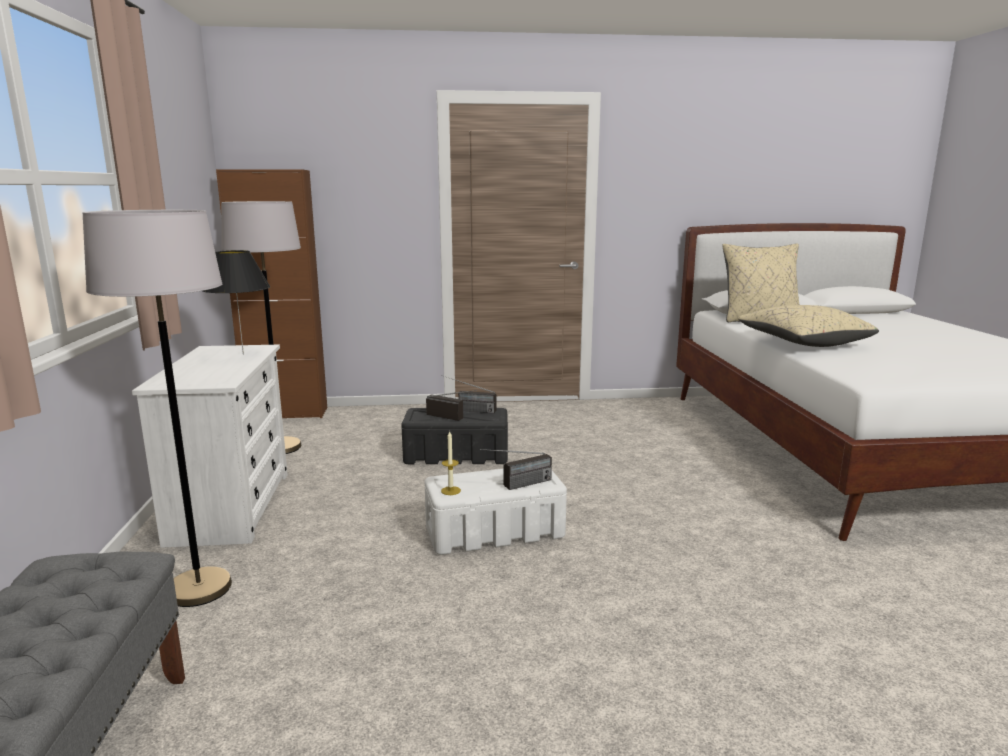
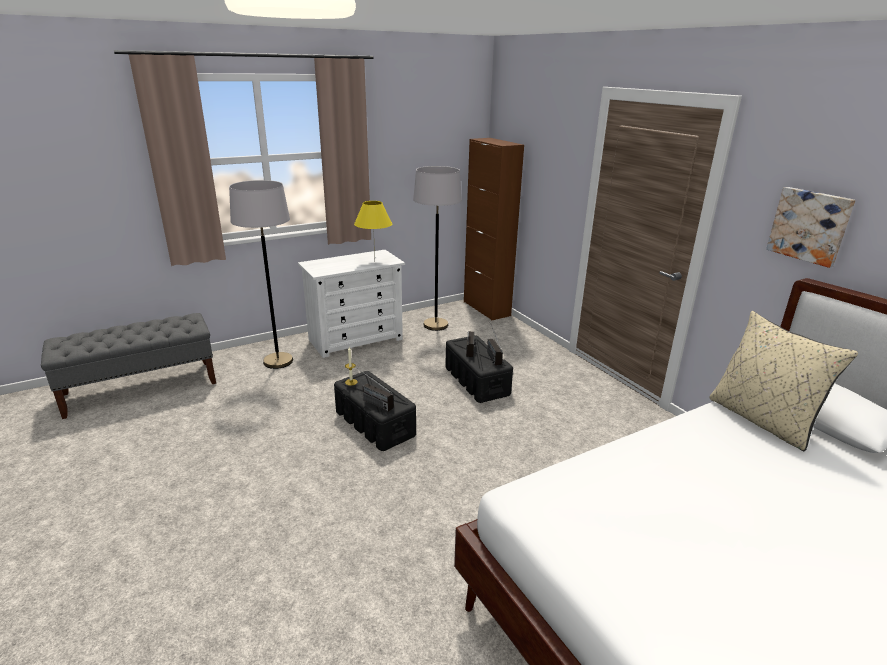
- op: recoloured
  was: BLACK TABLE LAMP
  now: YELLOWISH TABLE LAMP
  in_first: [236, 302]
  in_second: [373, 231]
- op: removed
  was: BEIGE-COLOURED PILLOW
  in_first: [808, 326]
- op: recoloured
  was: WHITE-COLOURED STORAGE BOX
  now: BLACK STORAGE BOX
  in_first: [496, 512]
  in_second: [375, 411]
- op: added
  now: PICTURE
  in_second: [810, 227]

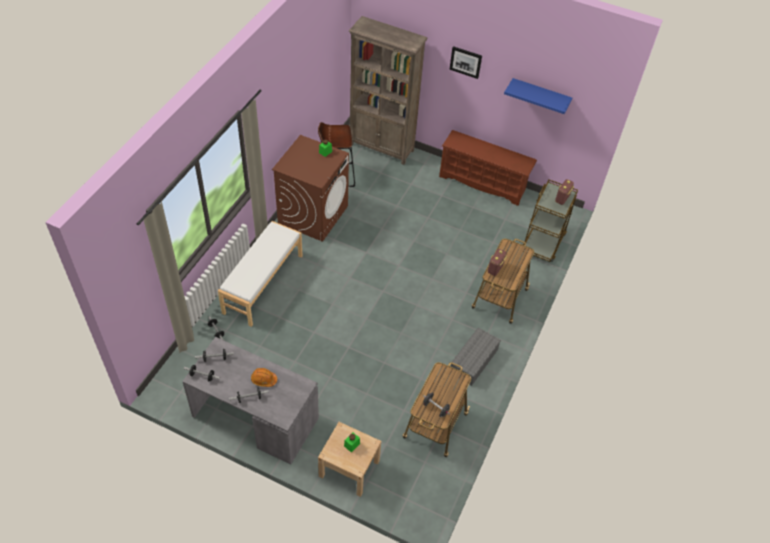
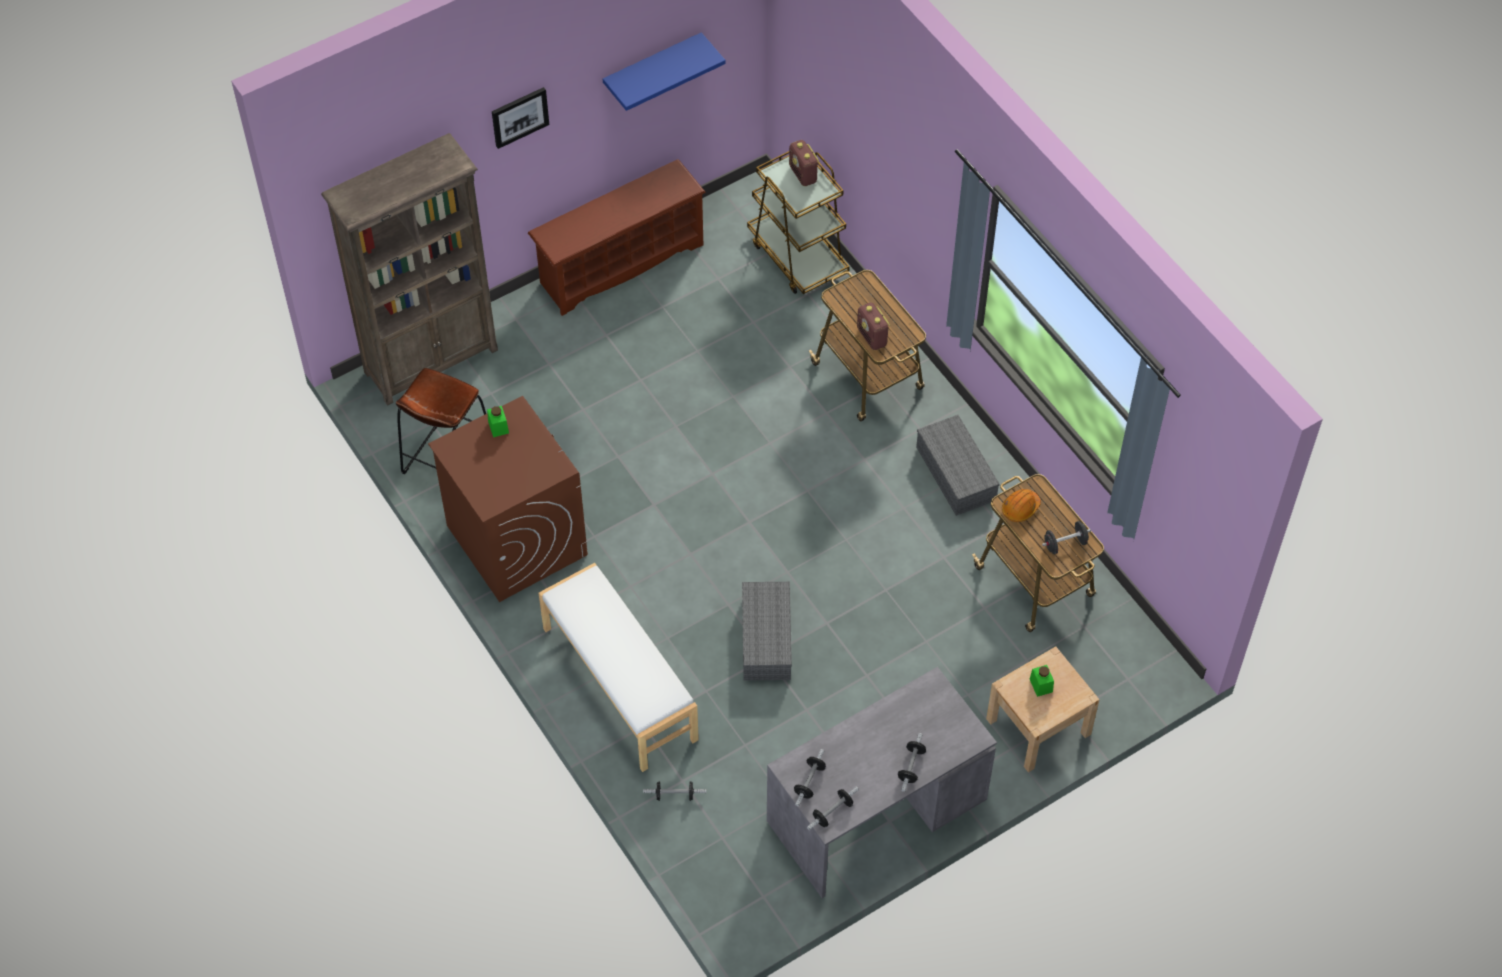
- op: moved
  was: ORANGEY WORK HELMET
  in_first: [264, 377]
  in_second: [1021, 505]
- op: added
  now: GREY STORAGE BOX
  in_second: [767, 631]

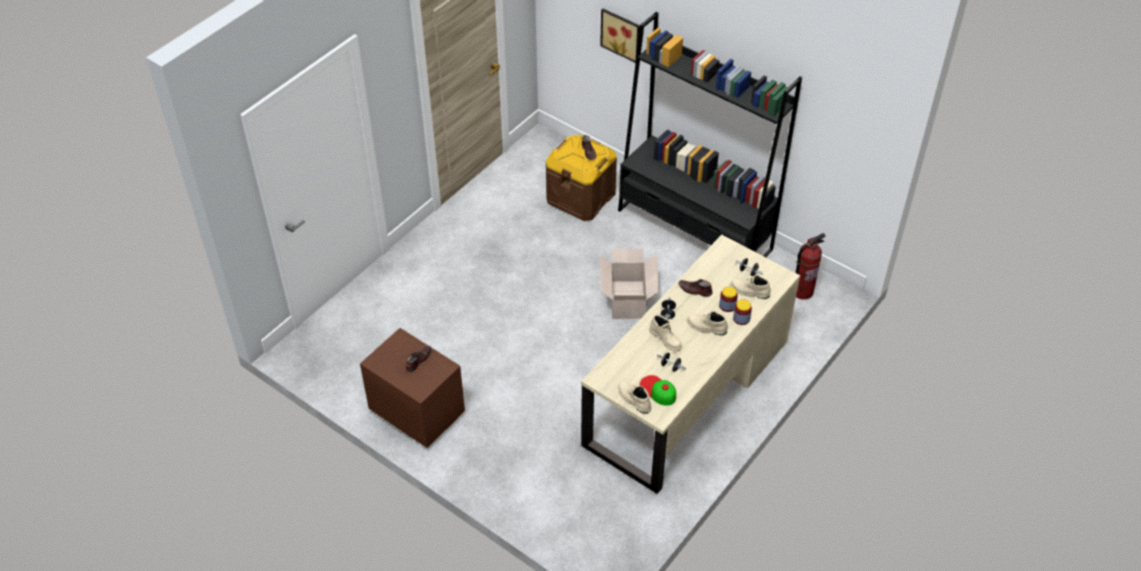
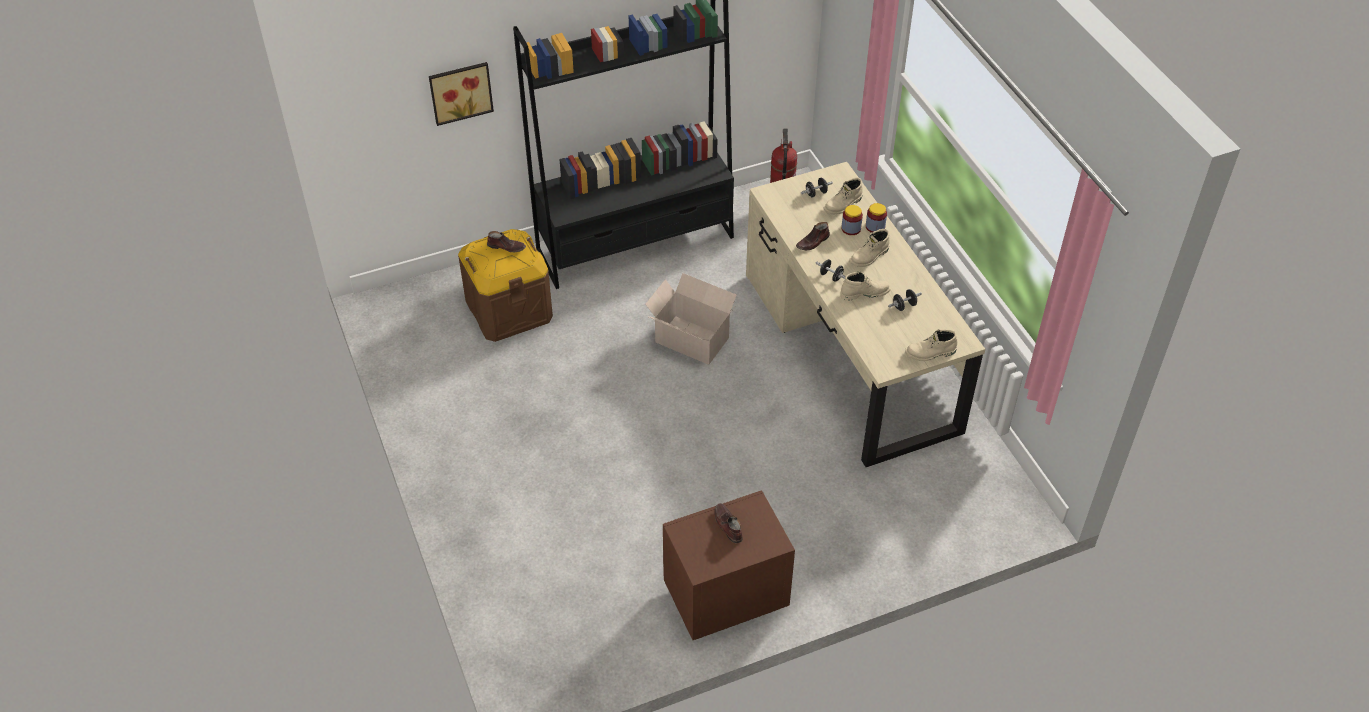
- op: removed
  was: PEAKED CAP
  in_first: [657, 390]

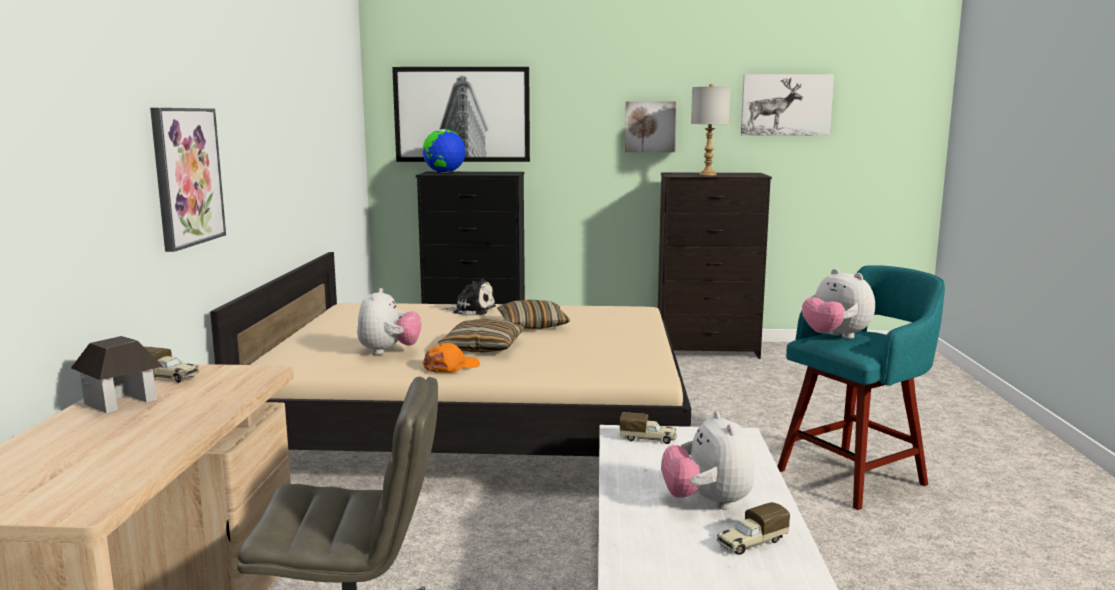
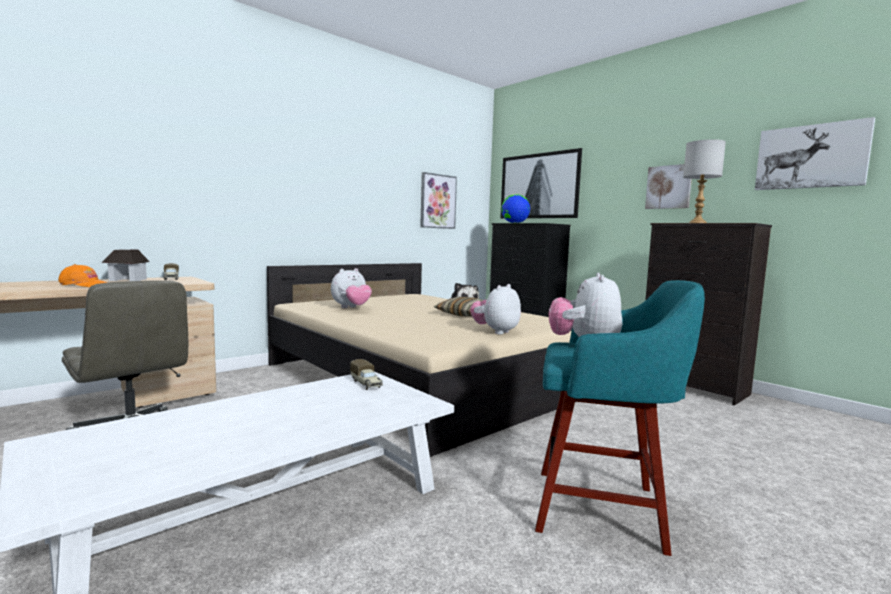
- op: moved
  was: PICTURE
  in_first: [188, 180]
  in_second: [438, 200]
- op: removed
  was: PILLOW
  in_first: [481, 335]
- op: moved
  was: ORANGEY PEAKED CAP
  in_first: [451, 358]
  in_second: [83, 275]
- op: moved
  was: CUDDLY TOY
  in_first: [707, 460]
  in_second: [495, 309]
- op: removed
  was: MODEL TRUCK
  in_first: [753, 528]

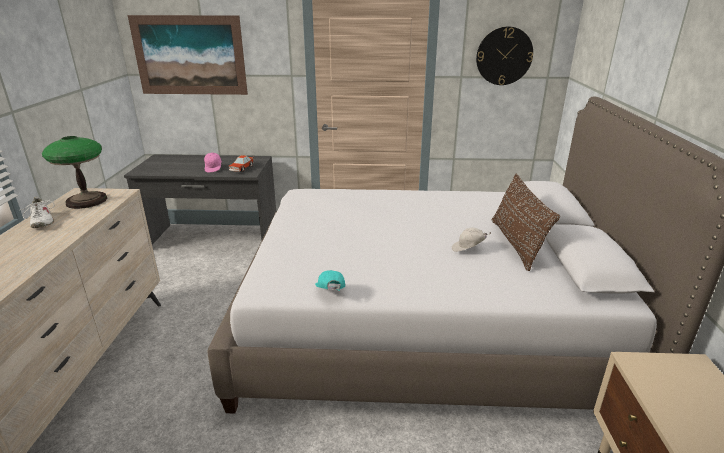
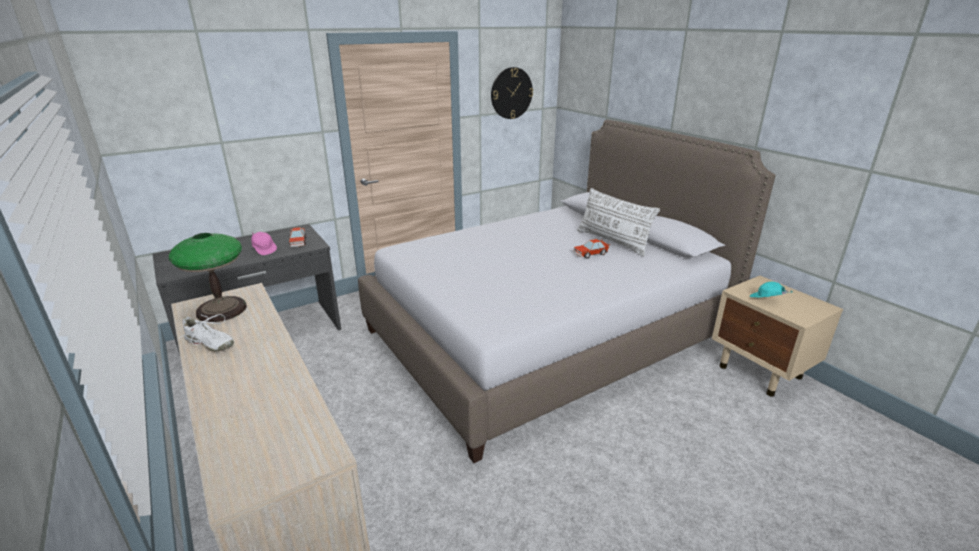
- op: removed
  was: PICTURE
  in_first: [188, 55]
- op: recoloured
  was: BROWNISH PILLOW
  now: WHITE-COLOURED PILLOW
  in_first: [526, 222]
  in_second: [618, 222]
- op: replaced
  was: WHITE-COLOURED PEAKED CAP
  now: MODEL CAR
  in_first: [471, 240]
  in_second: [591, 249]
- op: moved
  was: BLUE-GREEN PEAKED CAP
  in_first: [330, 280]
  in_second: [771, 289]

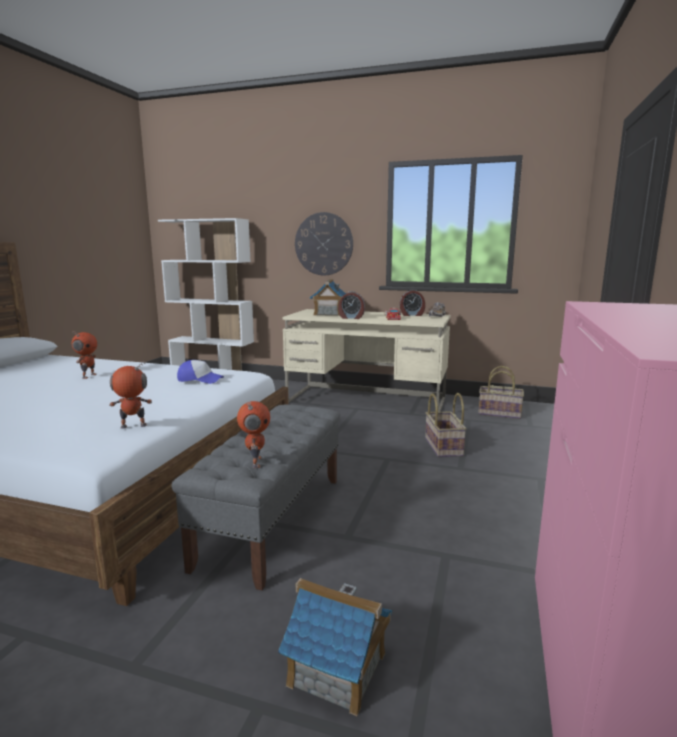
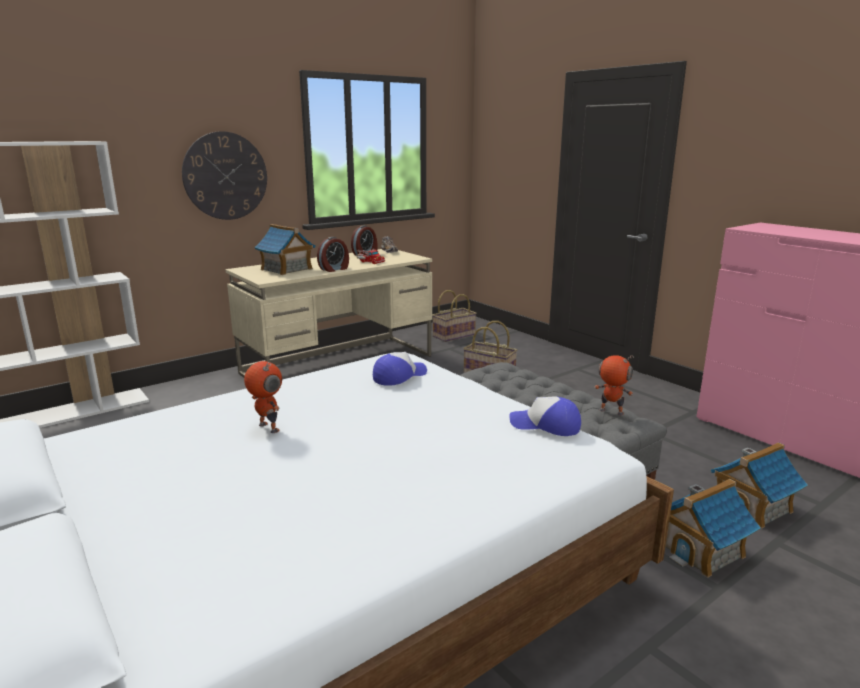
- op: replaced
  was: TOY ROBOT
  now: PEAKED CAP
  in_first: [130, 395]
  in_second: [545, 416]
- op: added
  now: MINIATURE HOUSE
  in_second: [713, 528]

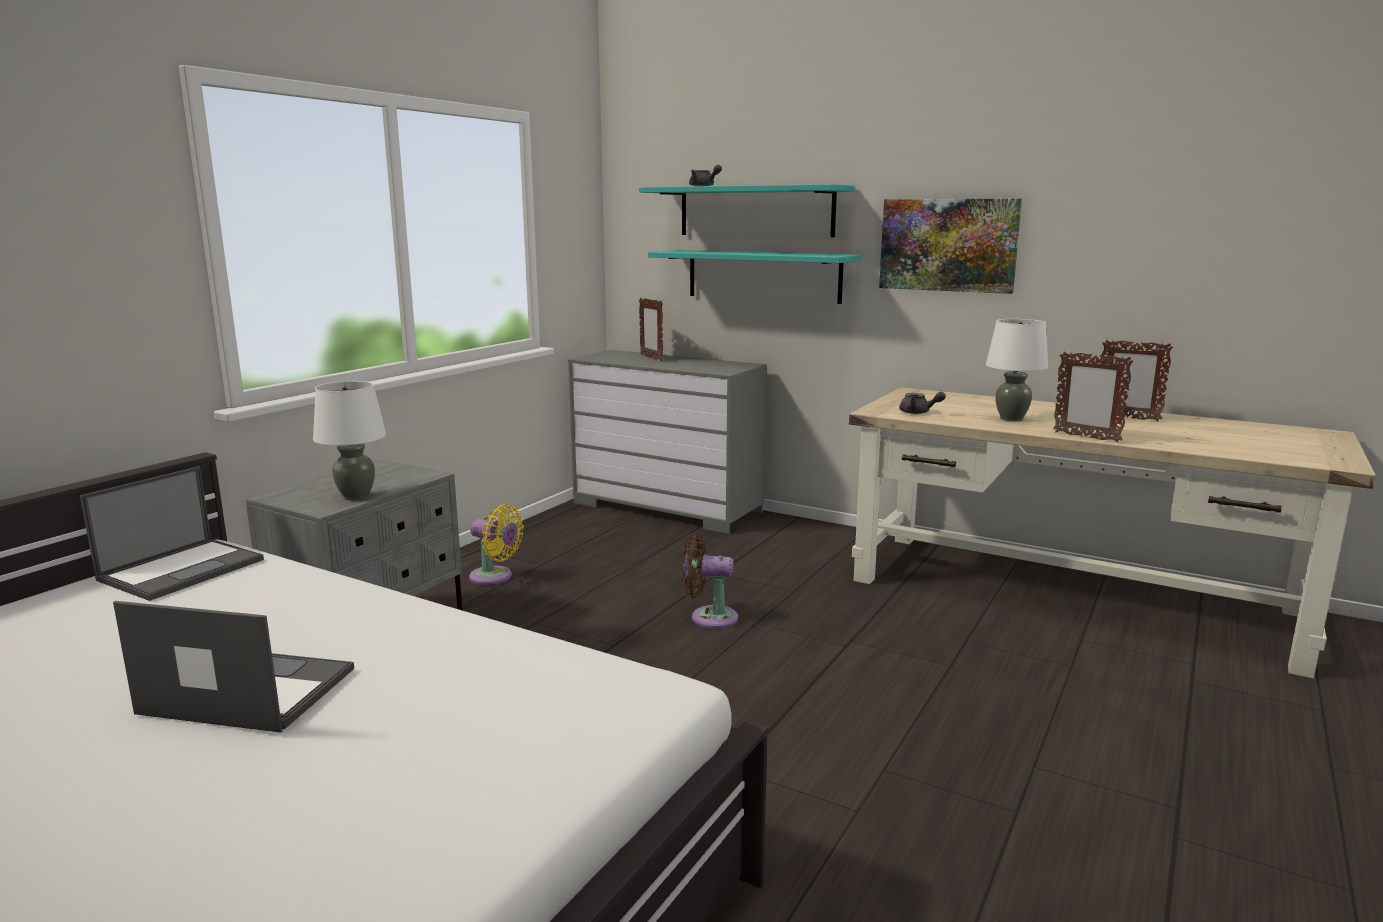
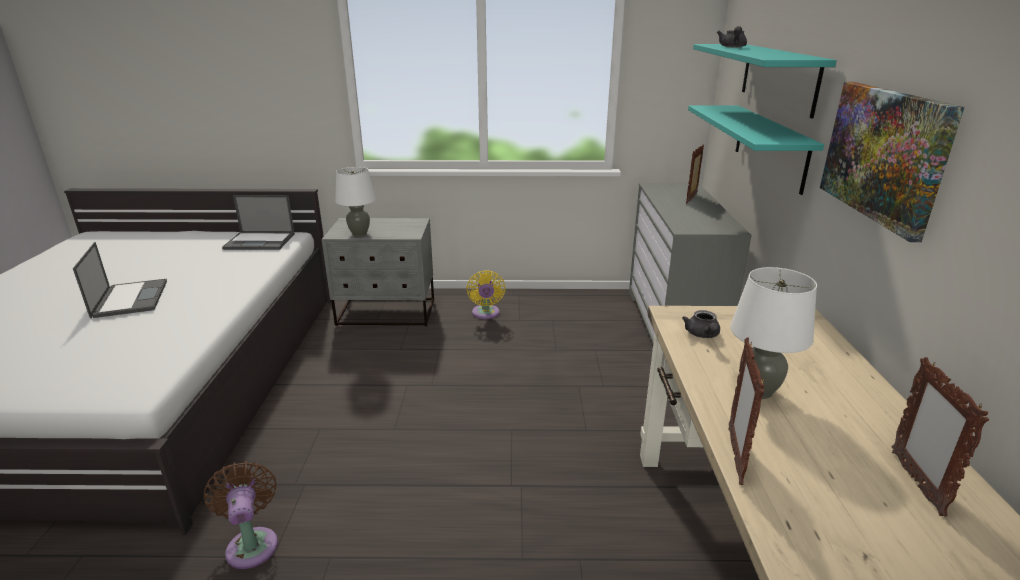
- op: moved
  was: BROWNISH FAN
  in_first: [710, 581]
  in_second: [241, 515]

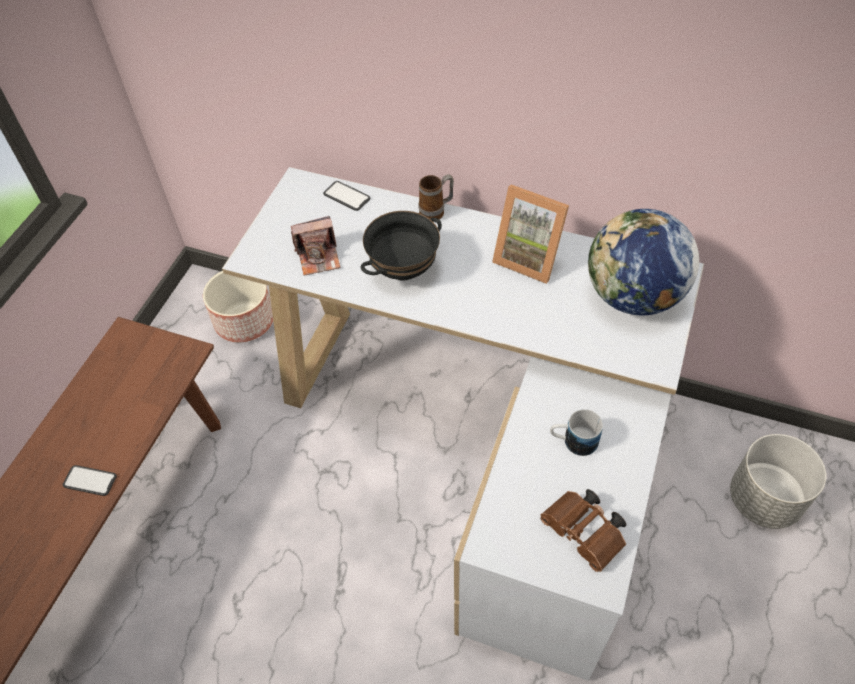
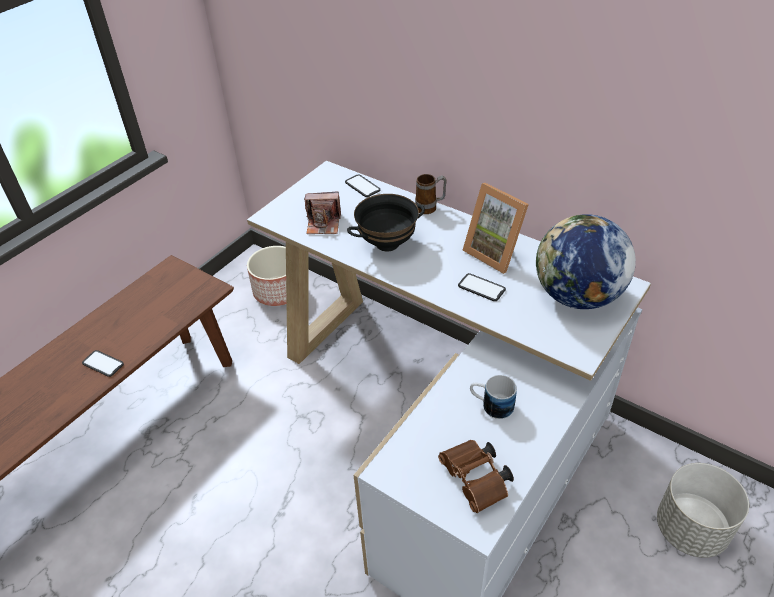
- op: added
  now: TELEPHONE
  in_second: [482, 287]

